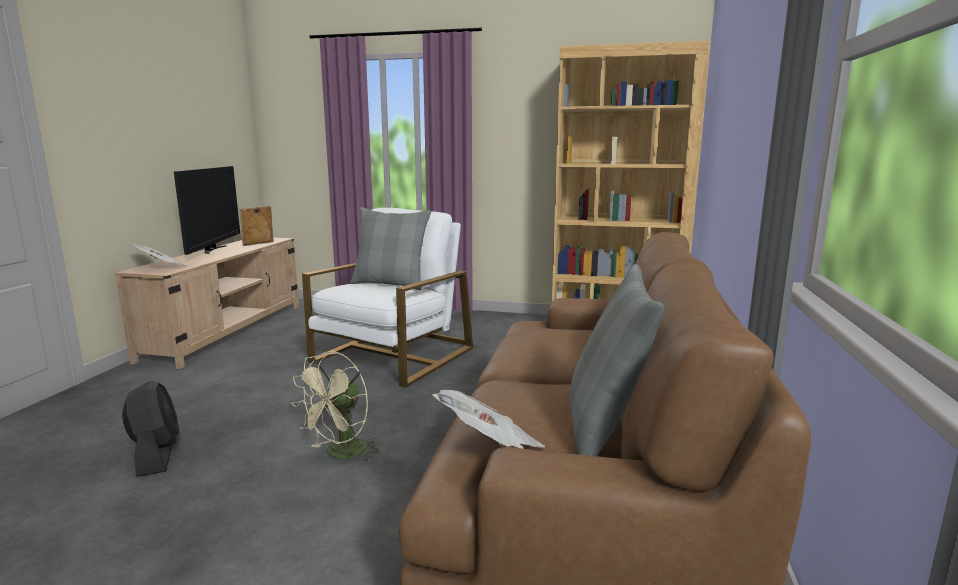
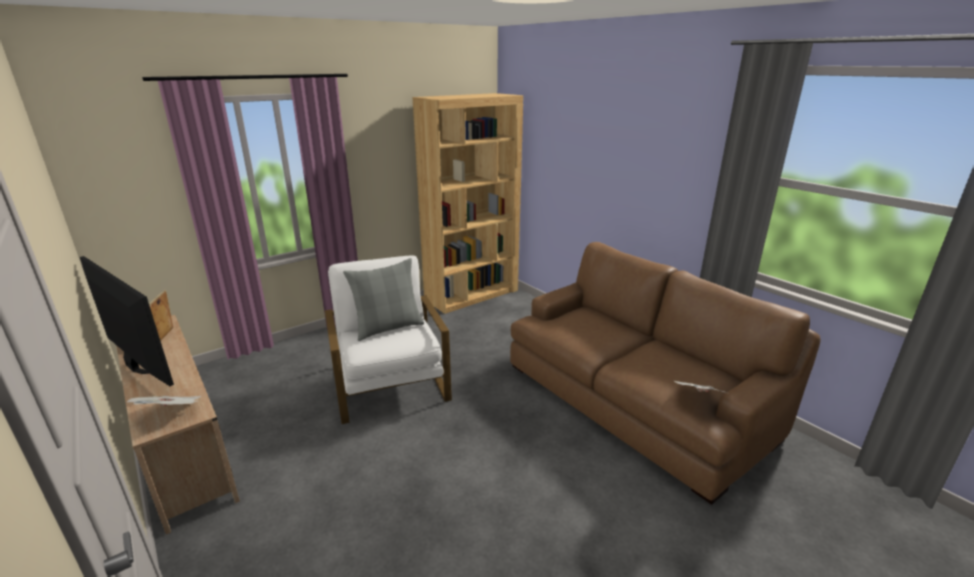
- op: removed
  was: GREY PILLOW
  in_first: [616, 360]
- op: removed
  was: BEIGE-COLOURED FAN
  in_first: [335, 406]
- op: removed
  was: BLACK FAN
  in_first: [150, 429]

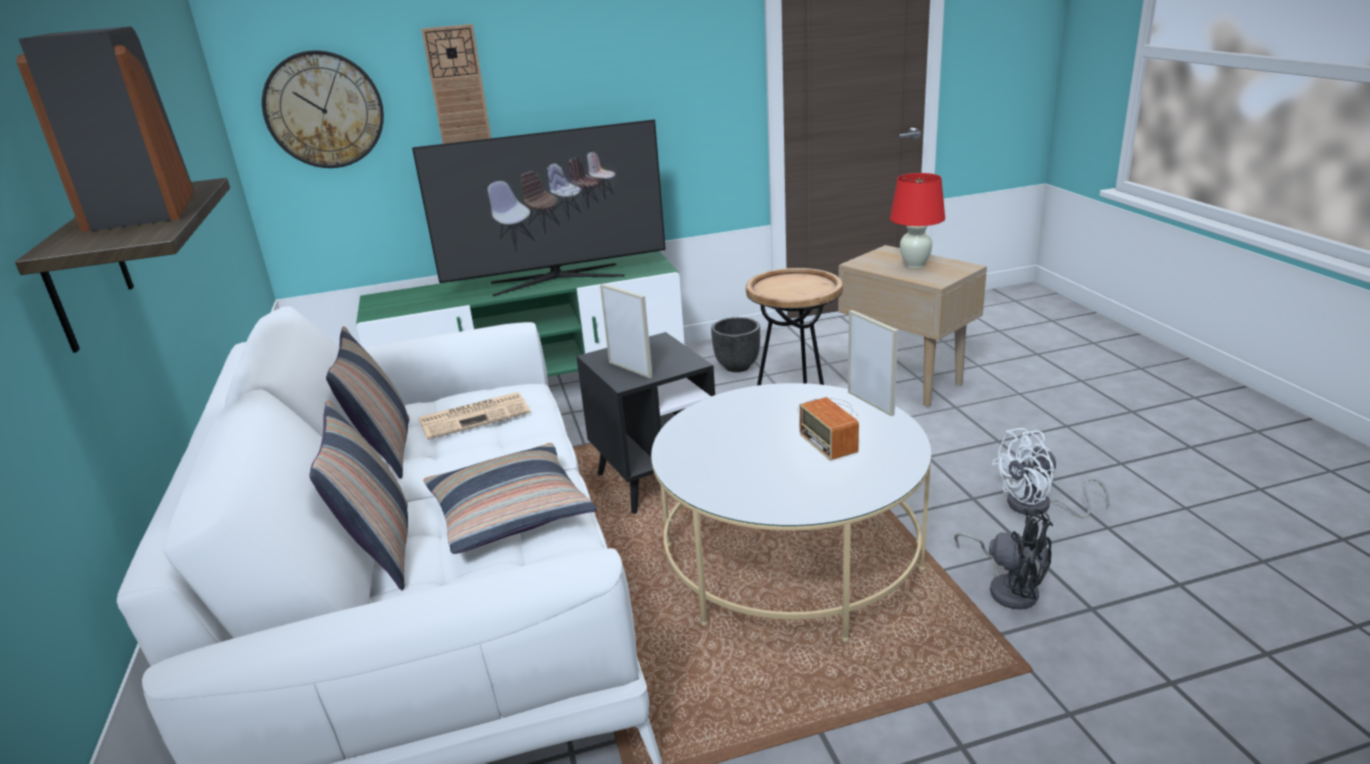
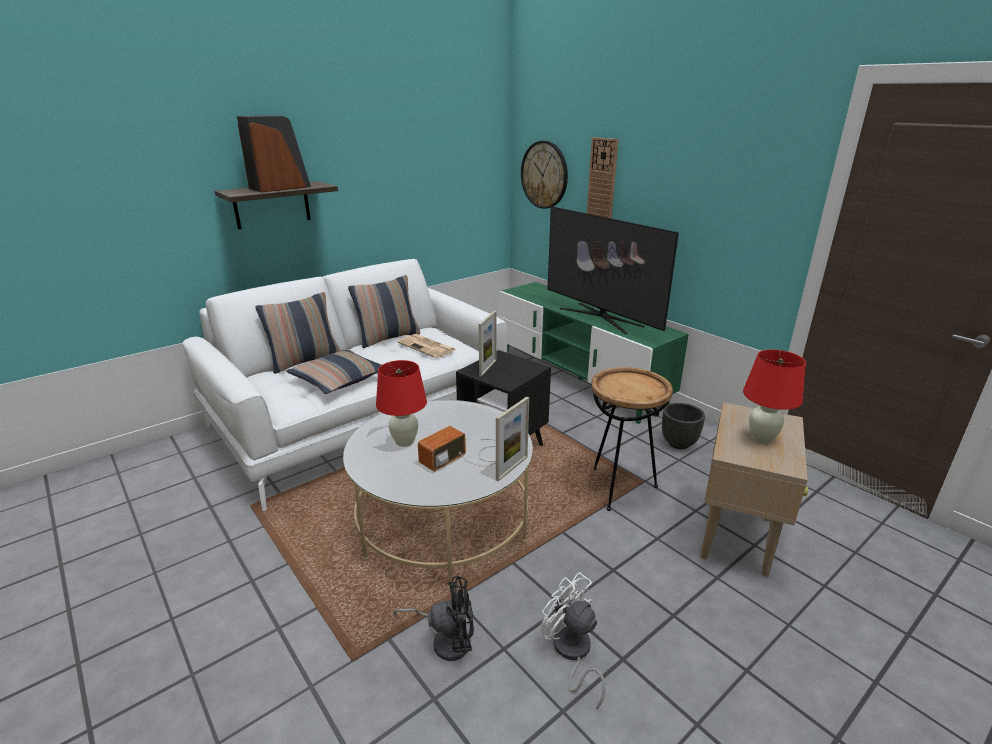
- op: turned
  was: BLACK FAN
  in_first: [1003, 559]
  in_second: [433, 618]
  clockwise: -105
- op: added
  now: REDDISH TABLE LAMP
  in_second: [401, 403]

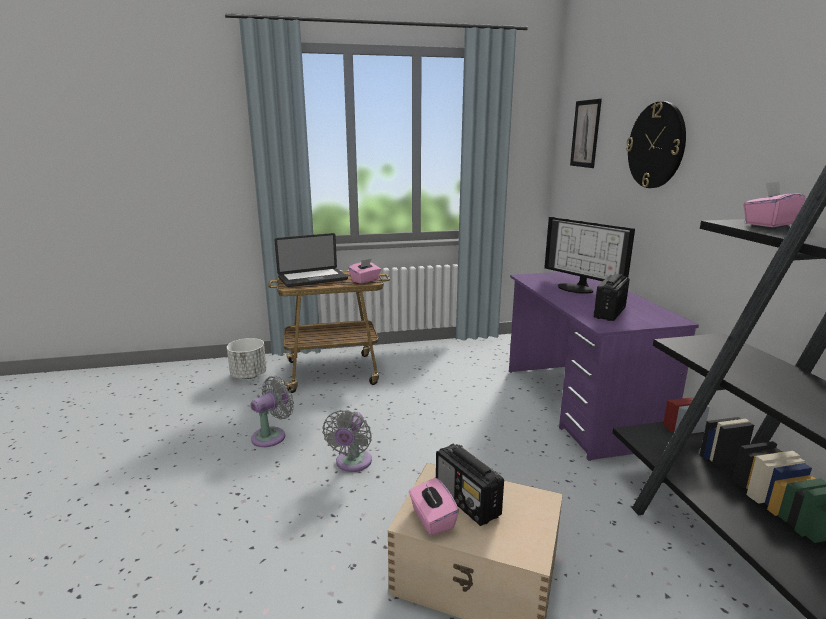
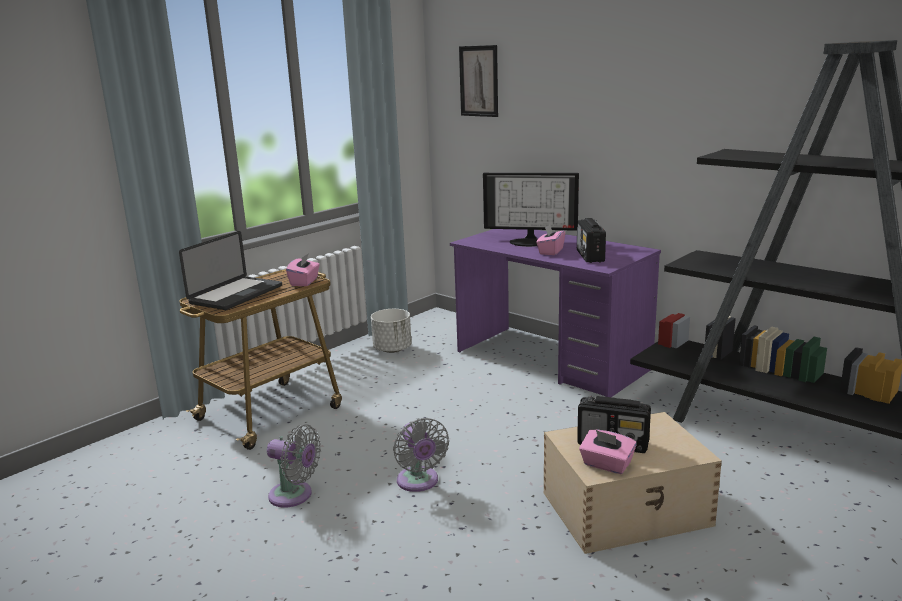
- op: removed
  was: HANGING CLOCK
  in_first: [656, 144]
- op: moved
  was: PINKISH TISSUE HOLDER
  in_first: [774, 204]
  in_second: [550, 240]
- op: moved
  was: WHITE-COLOURED PLANT POT
  in_first: [247, 358]
  in_second: [391, 331]
- op: turned
  was: GREY FAN
  in_first: [272, 411]
  in_second: [294, 466]
  clockwise: 105

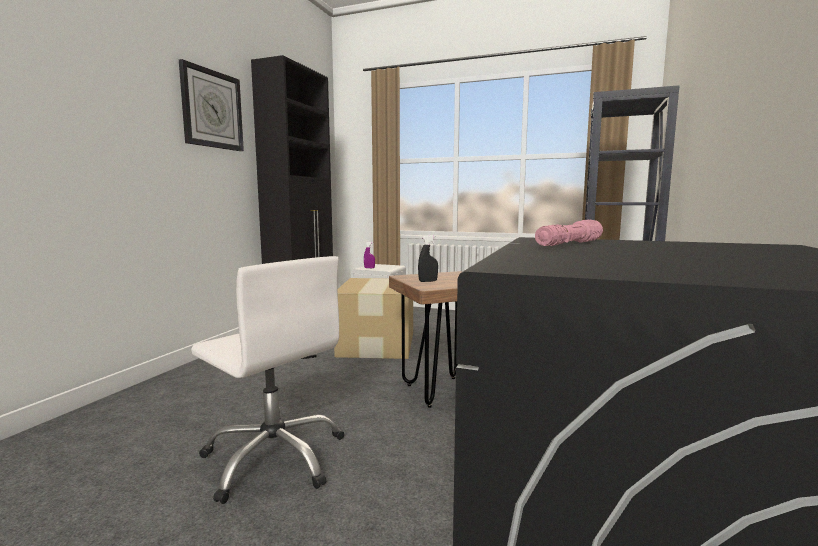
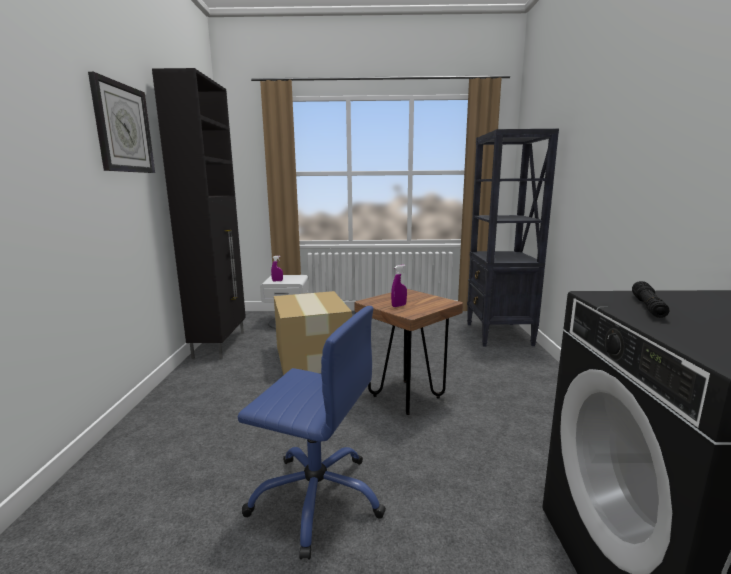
- op: recoloured
  was: PINKISH HAND TORCH
  now: BLACK HAND TORCH
  in_first: [569, 233]
  in_second: [650, 299]
- op: recoloured
  was: BLACK HAND SPRAYER
  now: PURPLE-COLOURED HAND SPRAYER
  in_first: [428, 258]
  in_second: [399, 286]
- op: recoloured
  was: WHITE-COLOURED COMPUTER CHAIR
  now: BLUISH COMPUTER CHAIR
  in_first: [267, 380]
  in_second: [312, 433]

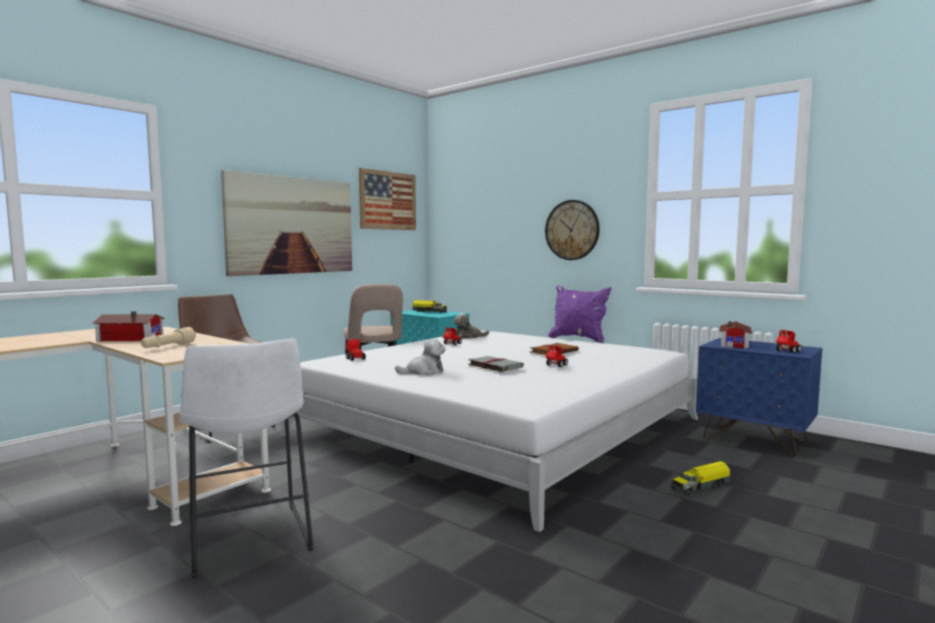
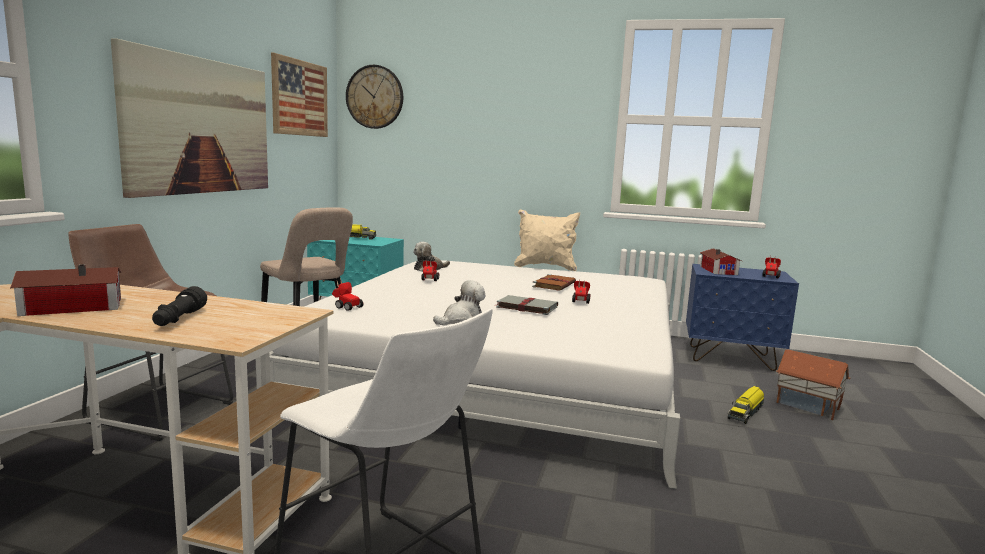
- op: moved
  was: HANGING CLOCK
  in_first: [572, 230]
  in_second: [374, 97]
- op: recoloured
  was: PURPLE-COLOURED PILLOW
  now: BEIGE-COLOURED PILLOW
  in_first: [579, 314]
  in_second: [547, 240]
- op: recoloured
  was: BEIGE-COLOURED HAND TORCH
  now: BLACK HAND TORCH
  in_first: [168, 337]
  in_second: [179, 306]
- op: added
  now: MINIATURE HOUSE
  in_second: [813, 384]

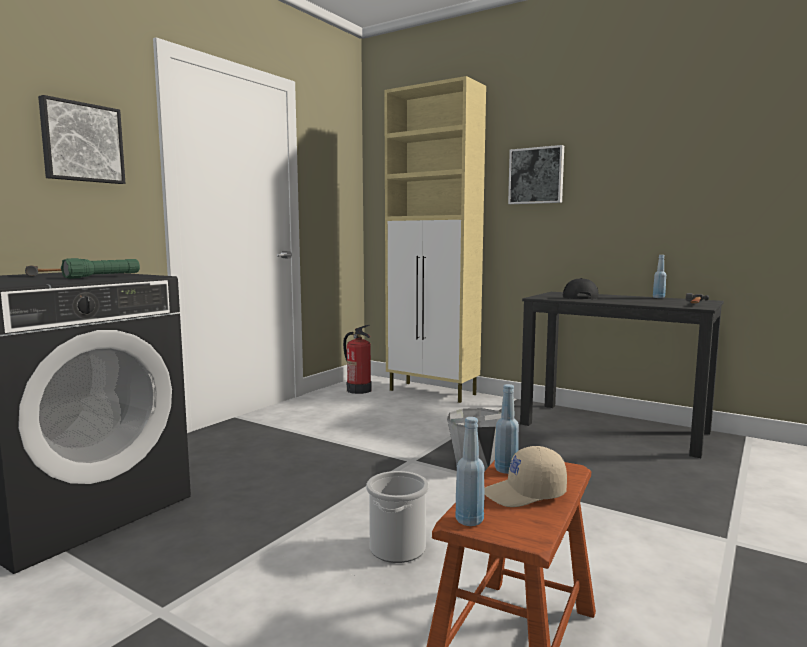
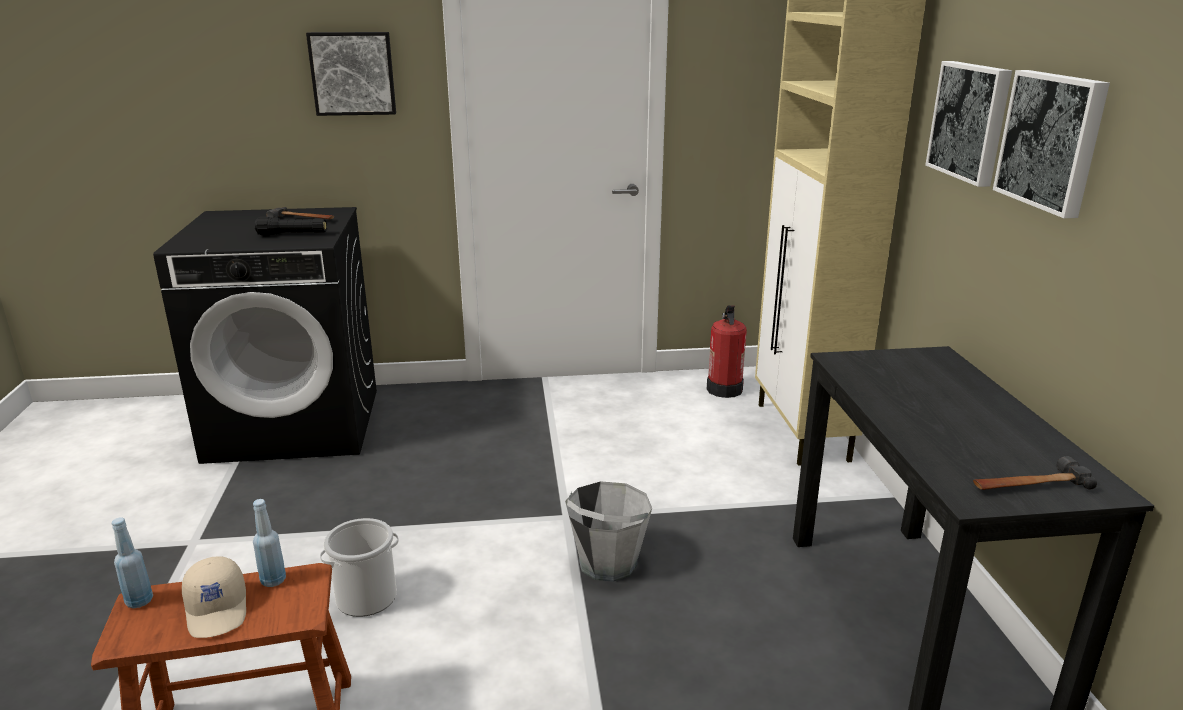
- op: removed
  was: BLUISH BEVERAGE BOTTLE
  in_first: [659, 276]
- op: recoloured
  was: GREENISH HAND TORCH
  now: BLACK HAND TORCH
  in_first: [100, 268]
  in_second: [291, 226]
- op: removed
  was: BLACK PEAKED CAP
  in_first: [581, 288]
- op: turned
  was: BEIGE-COLOURED PEAKED CAP
  in_first: [525, 476]
  in_second: [214, 597]
  clockwise: -150
- op: added
  now: PICTURE
  in_second: [1051, 144]

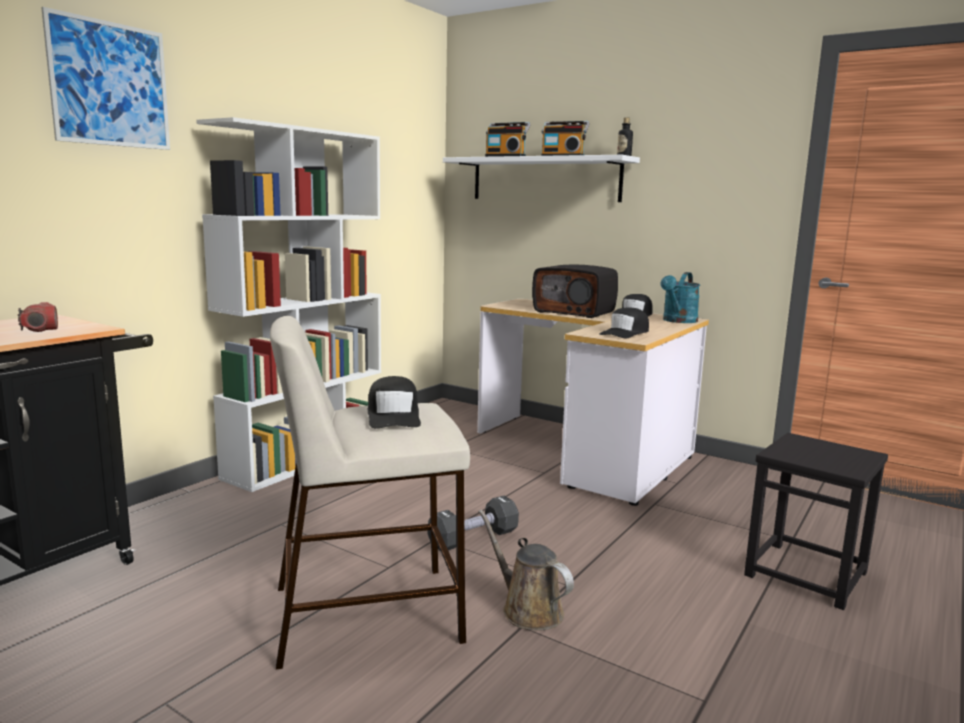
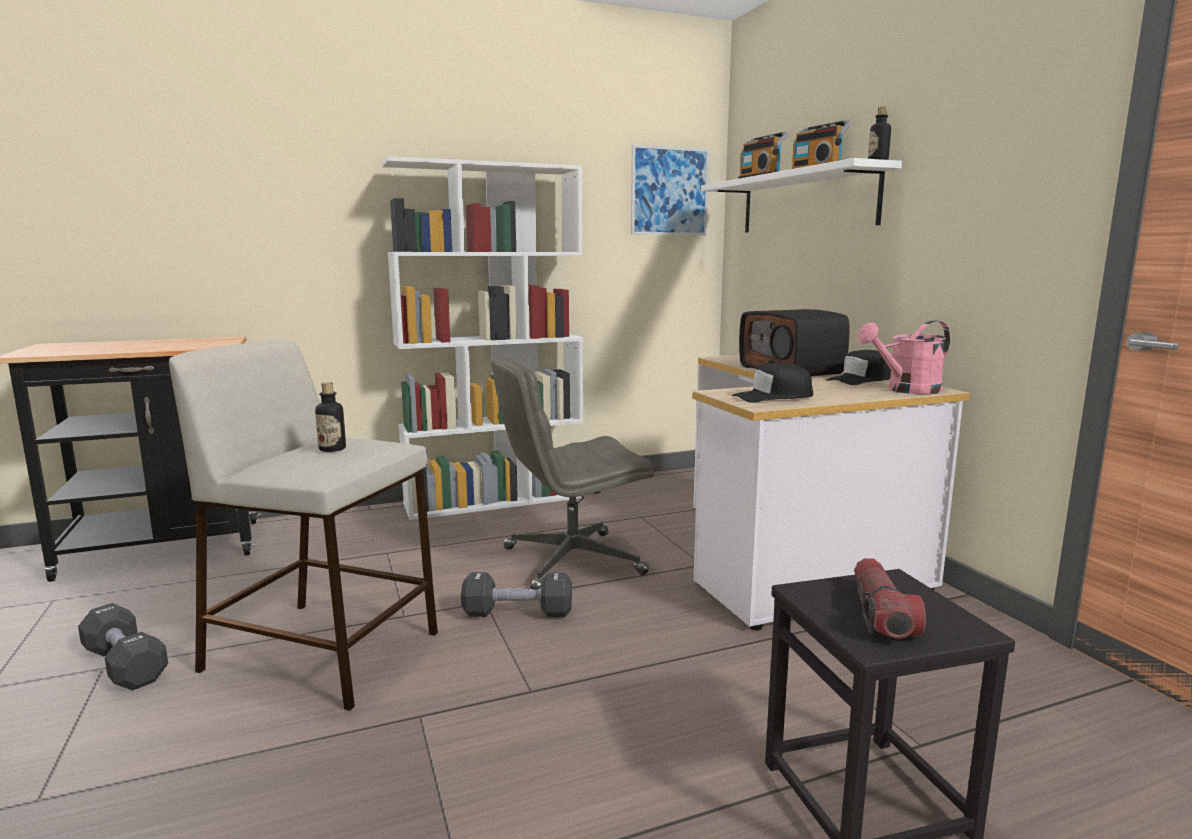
- op: moved
  was: PICTURE
  in_first: [105, 78]
  in_second: [670, 190]
- op: recoloured
  was: BLUE-GREEN WATERING POT
  now: PINKISH WATERING POT
  in_first: [680, 297]
  in_second: [904, 357]
- op: moved
  was: HAND TORCH
  in_first: [38, 317]
  in_second: [890, 598]
- op: replaced
  was: BLACK PEAKED CAP
  now: BEVERAGE BOTTLE
  in_first: [394, 402]
  in_second: [330, 417]
- op: removed
  was: BROWNISH WATERING POT
  in_first: [526, 570]
- op: added
  now: GREY COMPUTER CHAIR
  in_second: [572, 473]
- op: added
  now: BLACK HAND WEIGHT
  in_second: [123, 646]

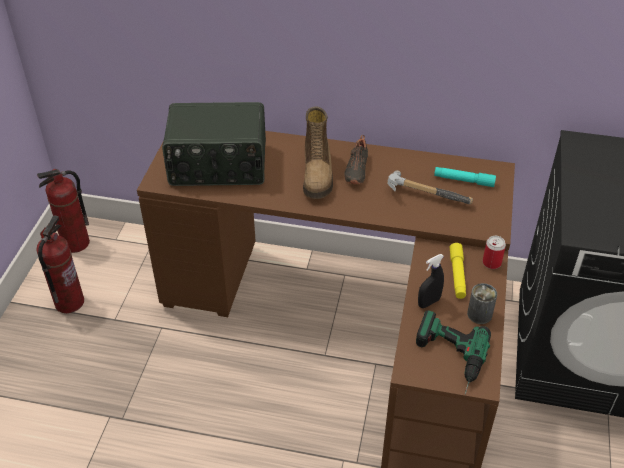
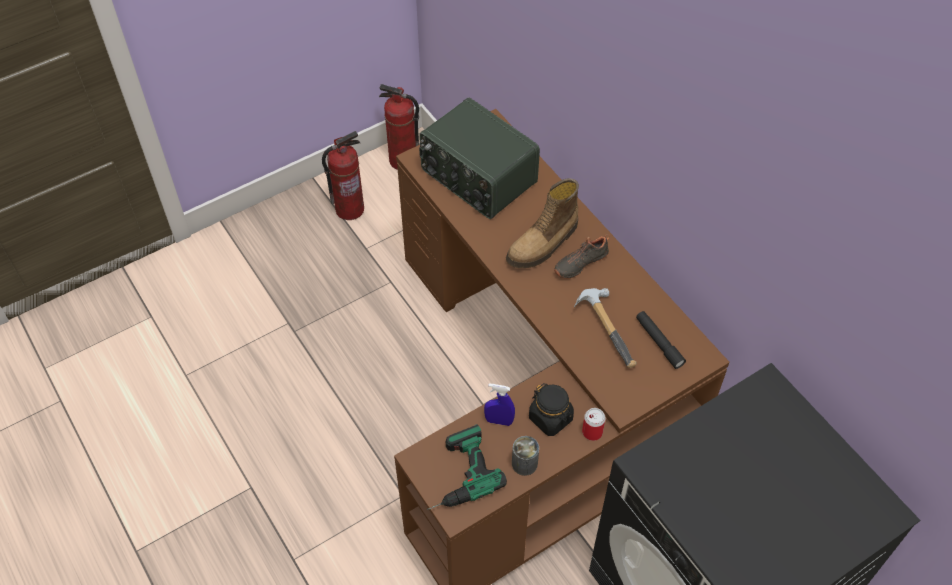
- op: recoloured
  was: BLUE-GREEN HAND TORCH
  now: BLACK HAND TORCH
  in_first: [465, 177]
  in_second: [661, 340]
- op: replaced
  was: YELLOWISH HAND TORCH
  now: BLACK PRESERVE JAR
  in_first: [458, 271]
  in_second: [551, 409]
- op: recoloured
  was: BLACK HAND SPRAYER
  now: BLUISH HAND SPRAYER
  in_first: [431, 281]
  in_second: [499, 404]

